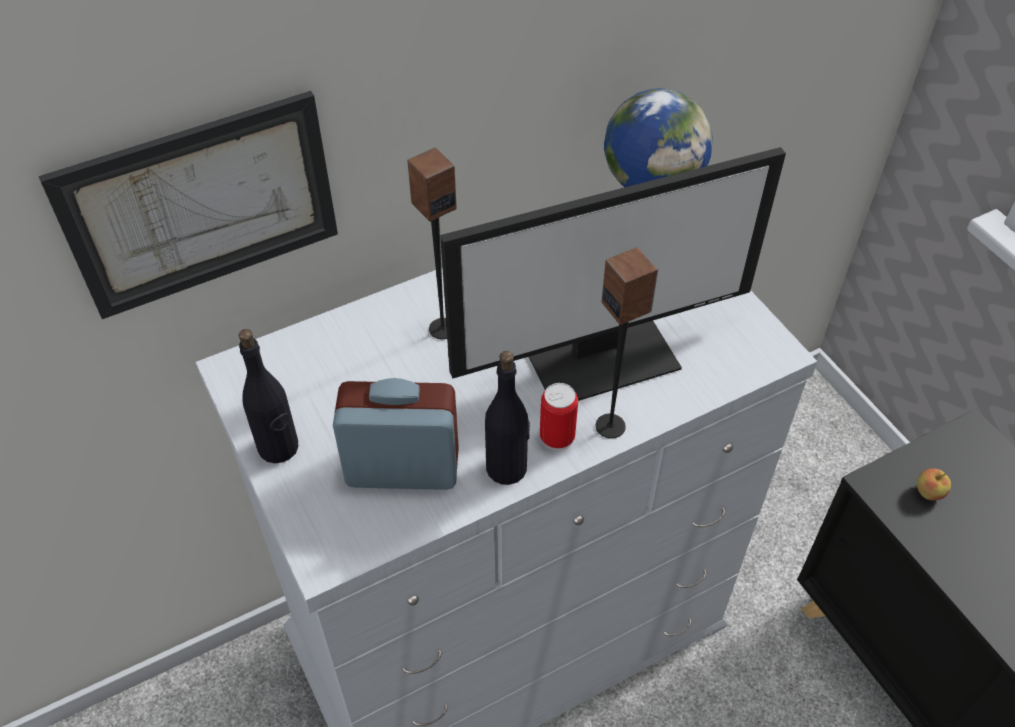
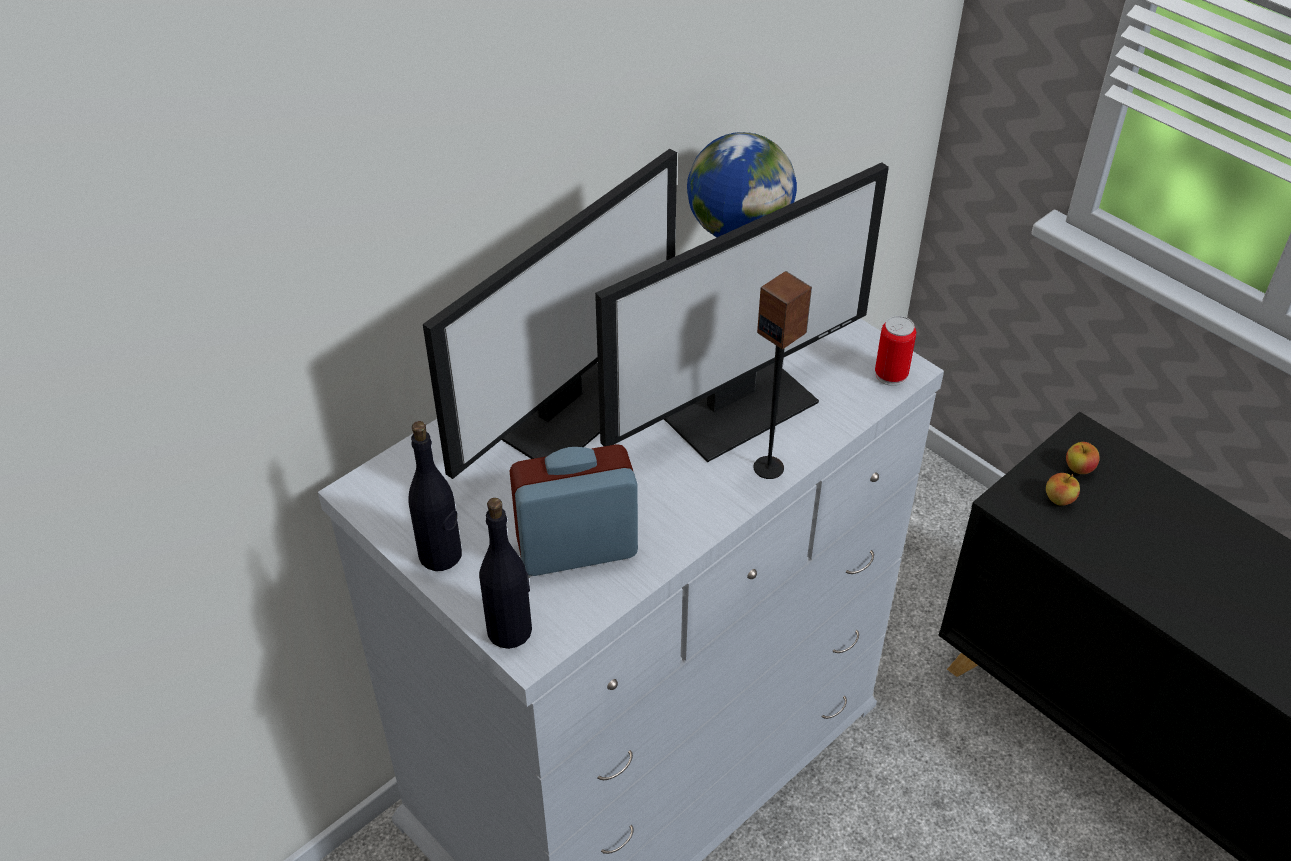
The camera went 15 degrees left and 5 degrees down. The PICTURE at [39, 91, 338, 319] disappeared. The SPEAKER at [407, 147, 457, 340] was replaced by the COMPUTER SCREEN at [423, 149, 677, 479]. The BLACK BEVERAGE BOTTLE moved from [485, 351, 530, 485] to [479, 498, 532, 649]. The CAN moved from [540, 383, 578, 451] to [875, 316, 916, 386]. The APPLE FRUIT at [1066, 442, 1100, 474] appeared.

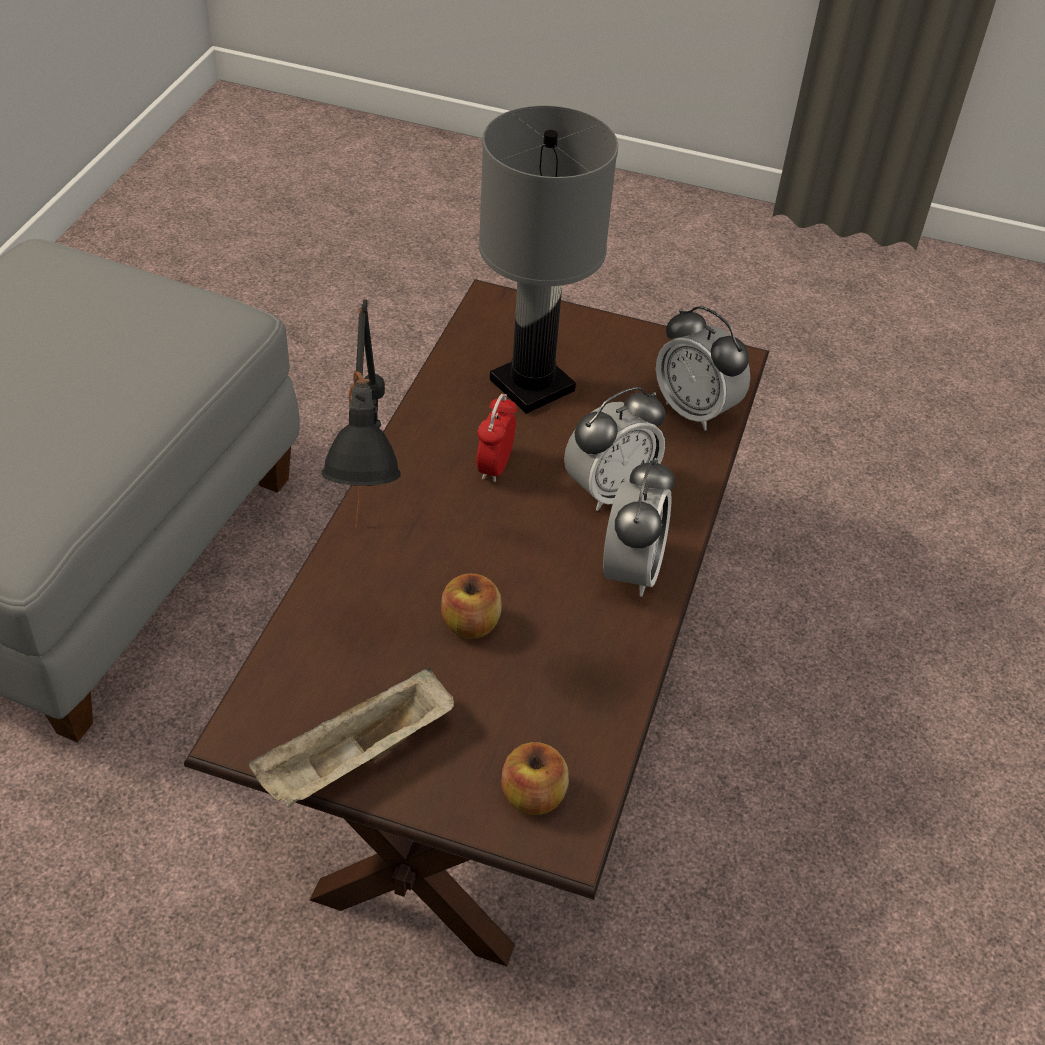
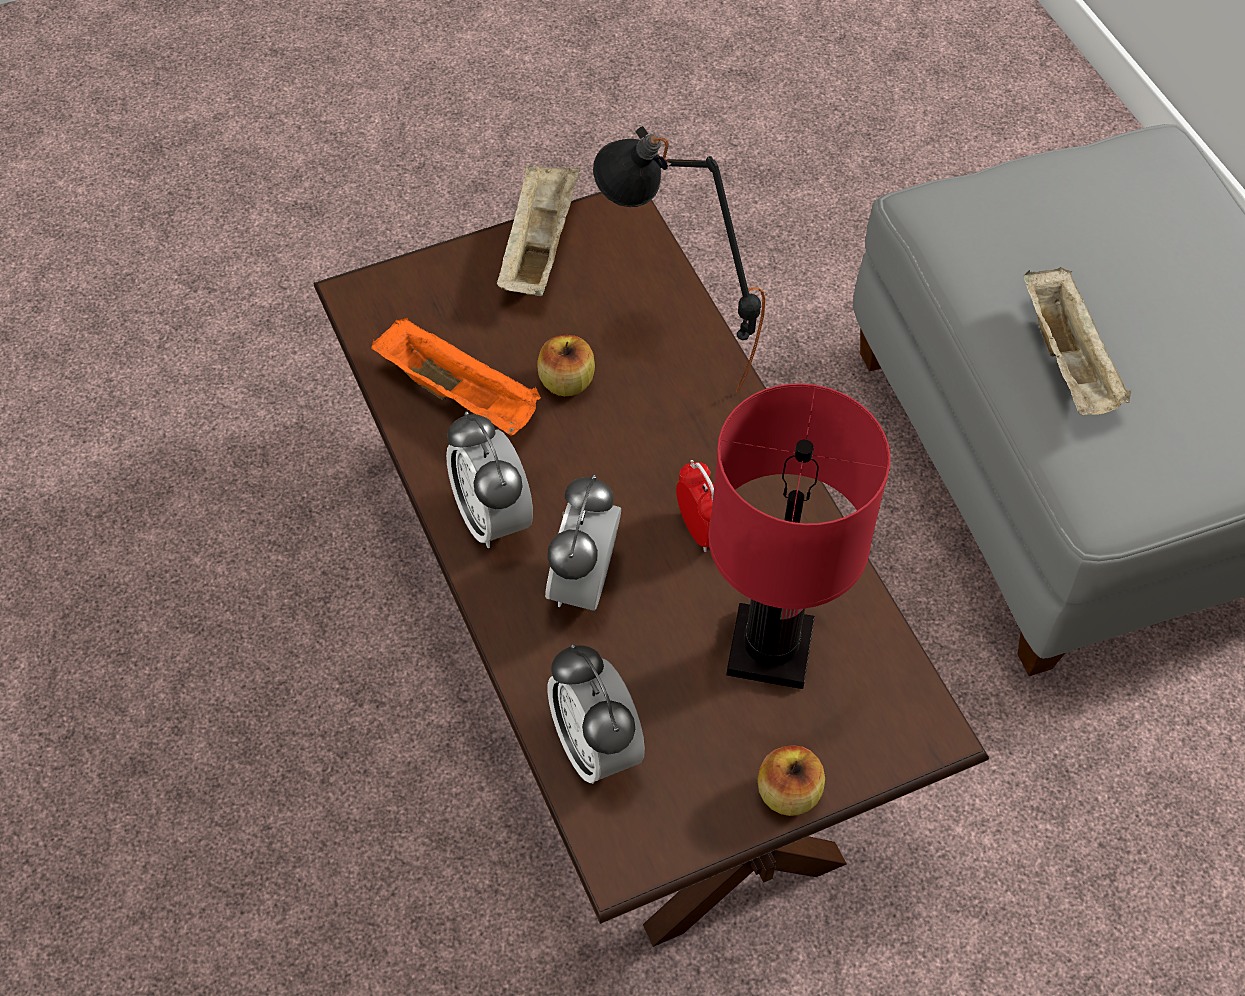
The camera went 140 degrees right and 10 degrees up. The GREY TABLE LAMP at [479, 106, 618, 414] became the REDDISH TABLE LAMP at [708, 383, 891, 689]. The ALARM CLOCK at [656, 306, 750, 431] turned 120 degrees counterclockwise. The APPLE FRUIT moved from [502, 742, 569, 815] to [757, 745, 825, 816]. The BEIGE-COLOURED CARRYING TRAY at [1023, 267, 1131, 415] appeared. The ORANGE CARRYING TRAY at [371, 318, 541, 436] appeared.

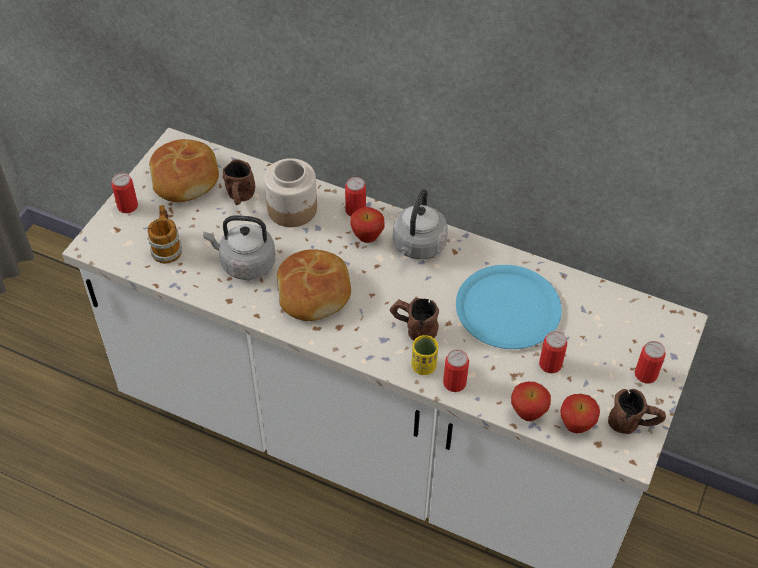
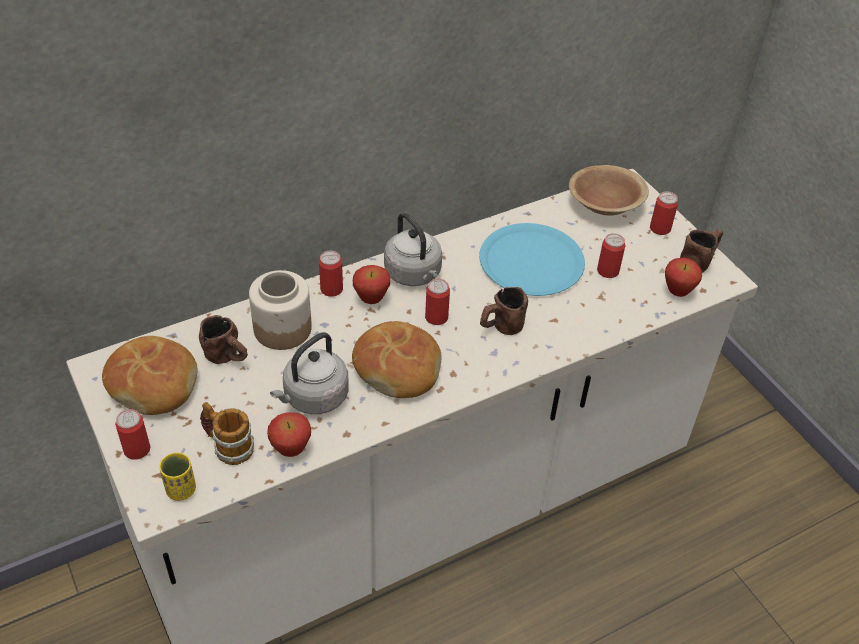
The camera went 55 degrees left and 5 degrees down. The YELLOW CUP moved from [412, 335, 438, 375] to [159, 453, 196, 501]. The CAN moved from [443, 349, 469, 392] to [425, 279, 450, 325]. The APPLE FRUIT moved from [511, 382, 551, 421] to [267, 412, 311, 457]. The BROWNISH BOWL at [569, 165, 649, 215] appeared.

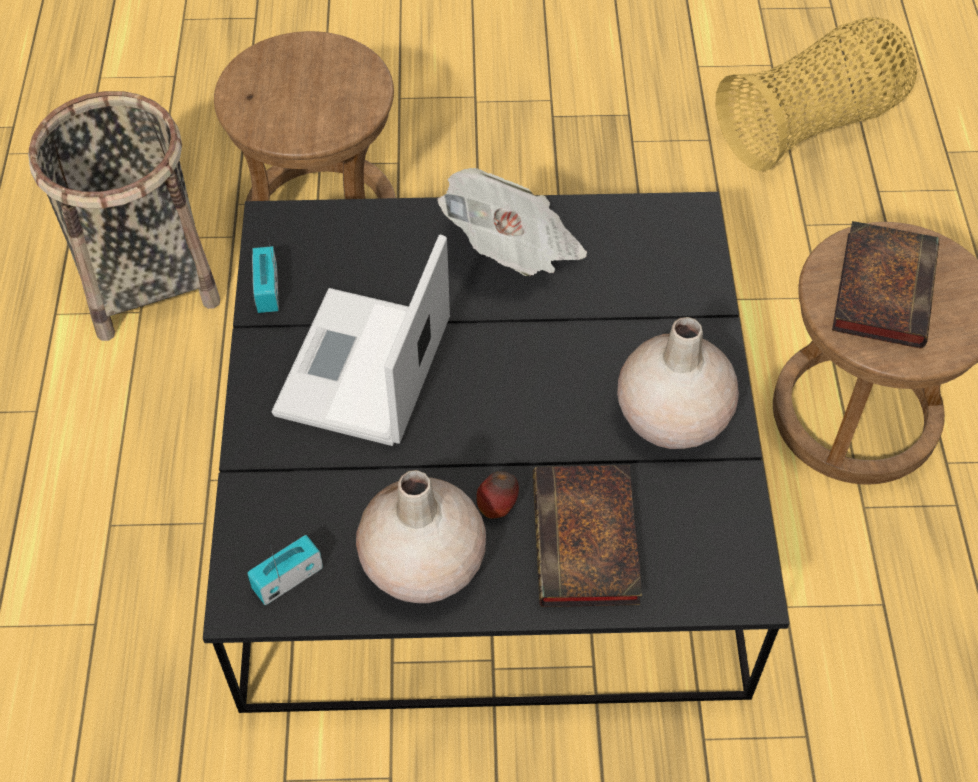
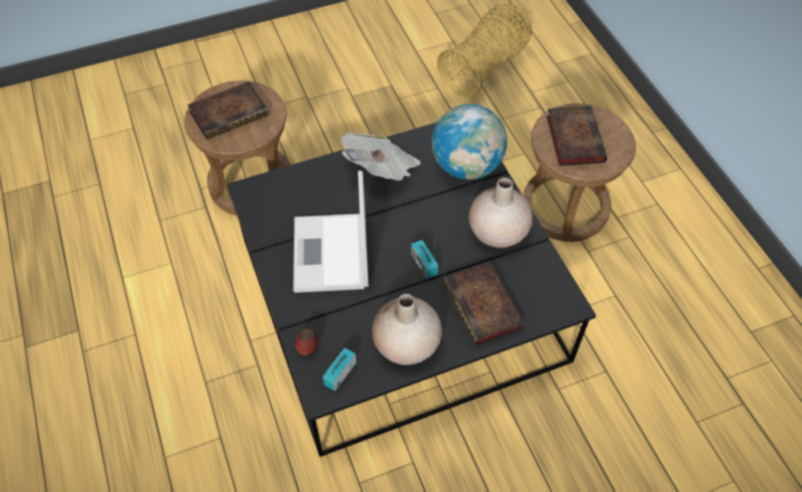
The camera went 20 degrees left and 0 degrees up. The HOUSEHOLD BASKET at [28, 91, 220, 341] disappeared. The RADIO moved from [252, 238, 279, 313] to [411, 240, 438, 279]. The APPLE FRUIT moved from [477, 471, 519, 519] to [295, 328, 317, 356]. The VOLUME at [188, 82, 269, 140] appeared. The DESK GLOBE at [432, 104, 507, 180] appeared.

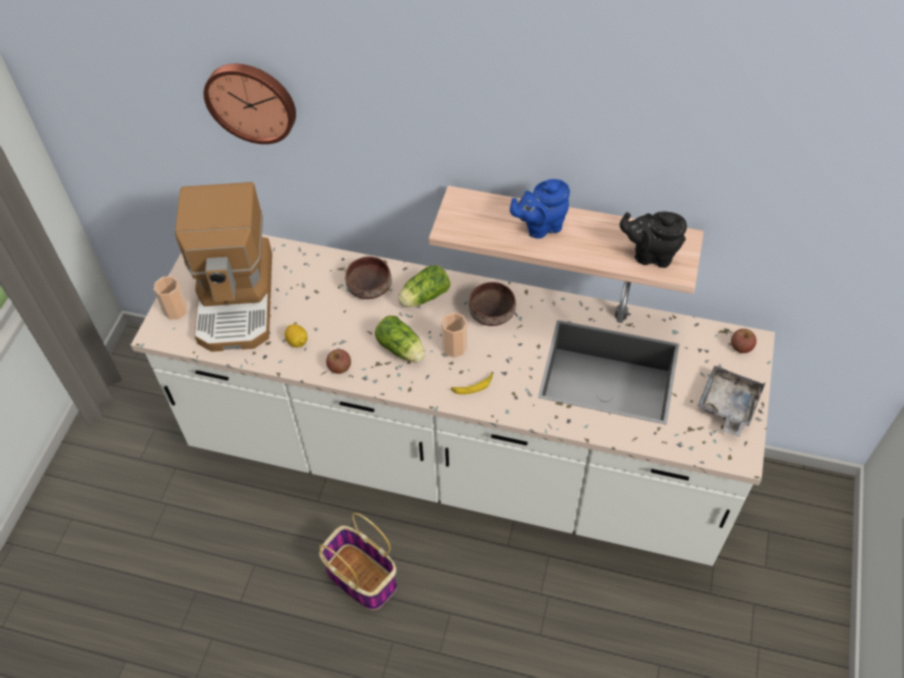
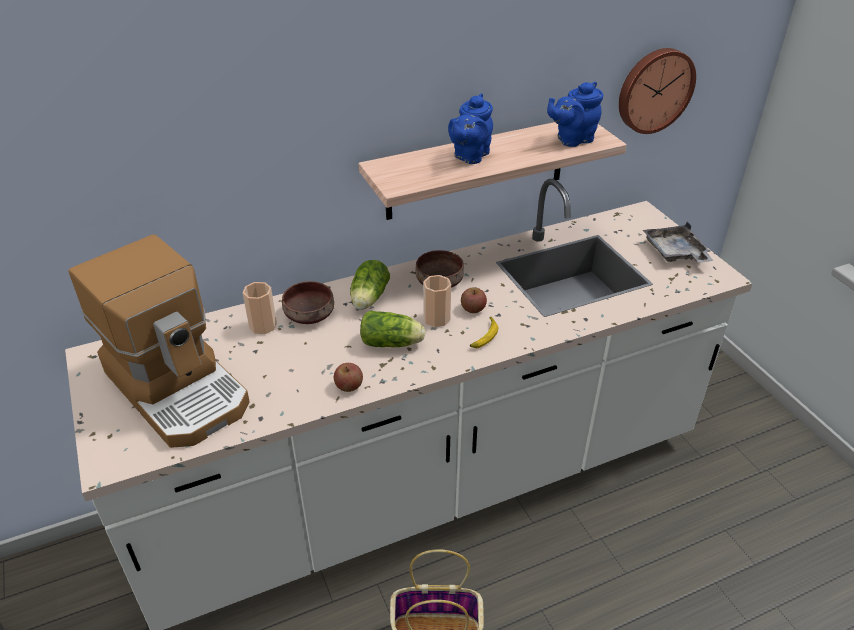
The camera went 40 degrees left and 15 degrees down. The HANGING CLOCK moved from [204, 64, 296, 144] to [619, 48, 696, 134]. The BLACK TEAPOT at [620, 211, 687, 268] became the BLUISH TEAPOT at [547, 82, 603, 147]. The CUP moved from [154, 276, 188, 320] to [243, 282, 277, 334]. The WHOLE LEMON at [285, 324, 308, 348] disappeared. The APPLE FRUIT moved from [731, 329, 756, 353] to [461, 288, 487, 313].

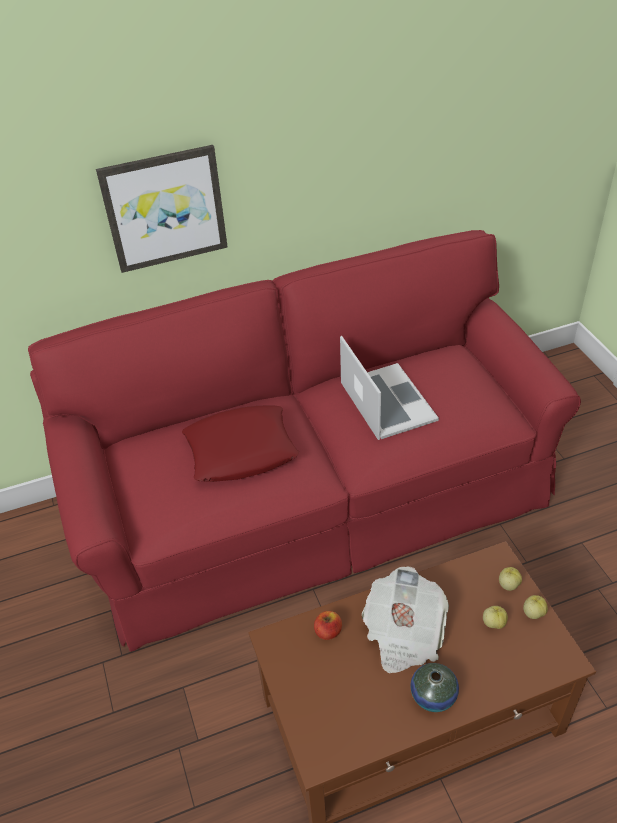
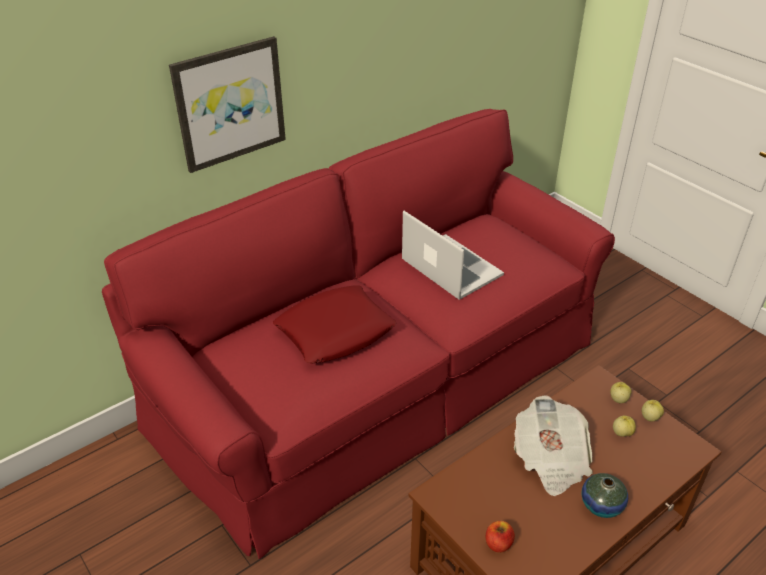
The camera went 20 degrees left and 5 degrees down. The APPLE FRUIT moved from [314, 611, 342, 640] to [486, 521, 515, 553].

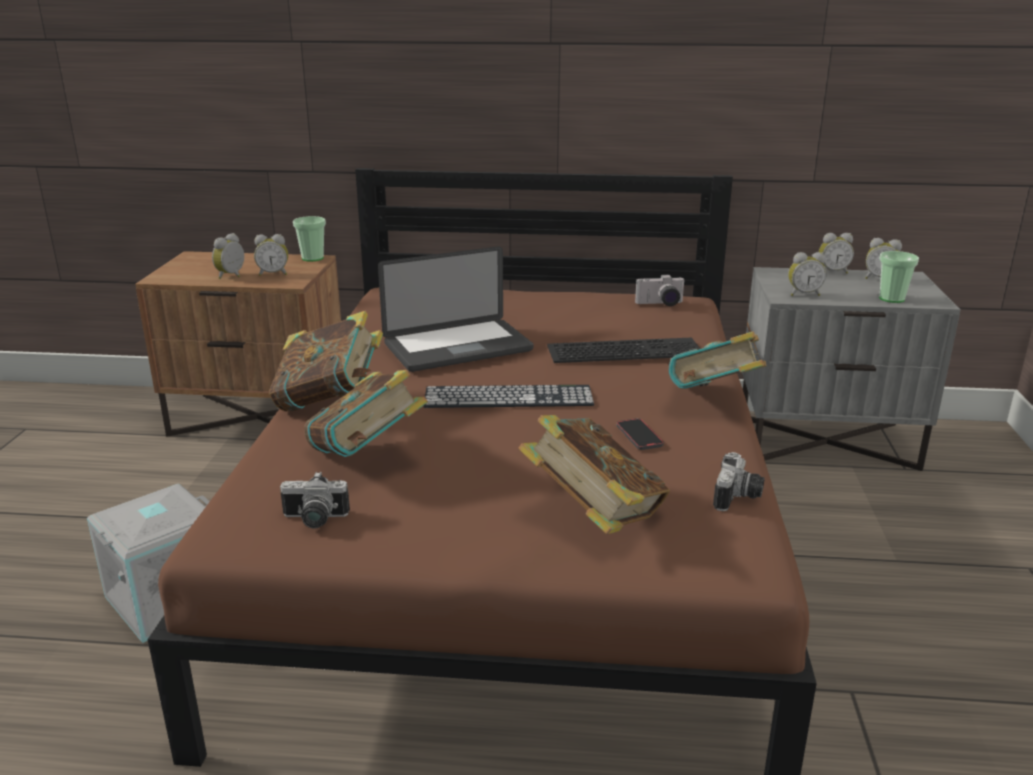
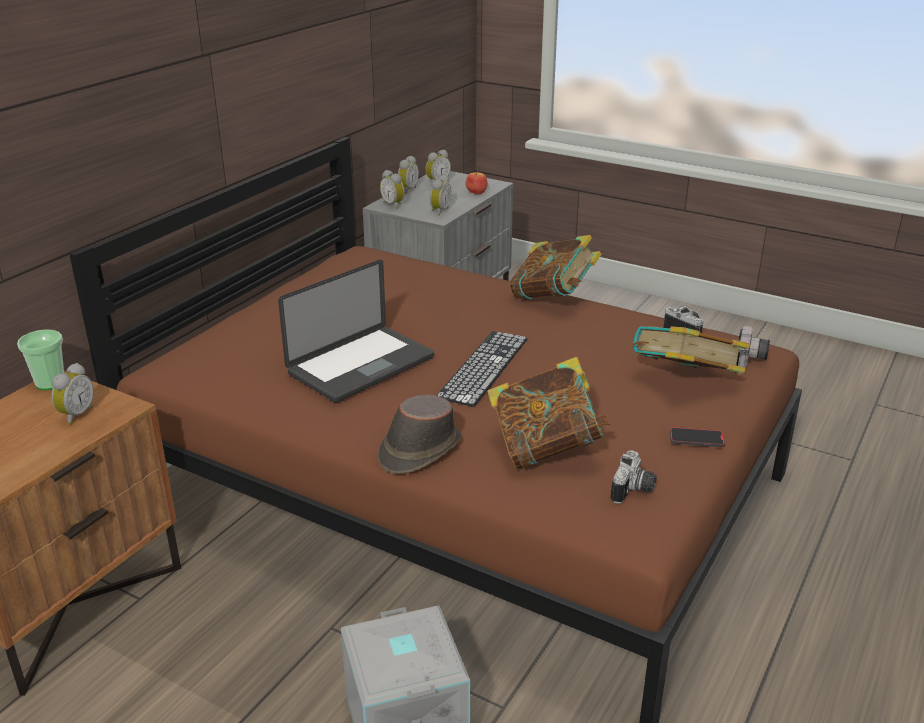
The camera went 65 degrees left and 5 degrees up. The ALARM CLOCK moved from [212, 233, 244, 279] to [380, 170, 405, 209]. The PORTABLE COMPUTER at [378, 246, 534, 372] turned 45 degrees clockwise. The CUP at [879, 251, 919, 303] was replaced by the APPLE FRUIT at [465, 171, 488, 195]. The STILL CAMERA moved from [635, 275, 685, 306] to [736, 326, 770, 374]. The VOLUME at [269, 311, 383, 412] was replaced by the BROWNISH WEARABLE HAT at [378, 394, 461, 474]. The KEYBOARD at [547, 337, 700, 363] disappeared. The TELEPHONE moved from [617, 418, 664, 450] to [670, 427, 725, 447].

